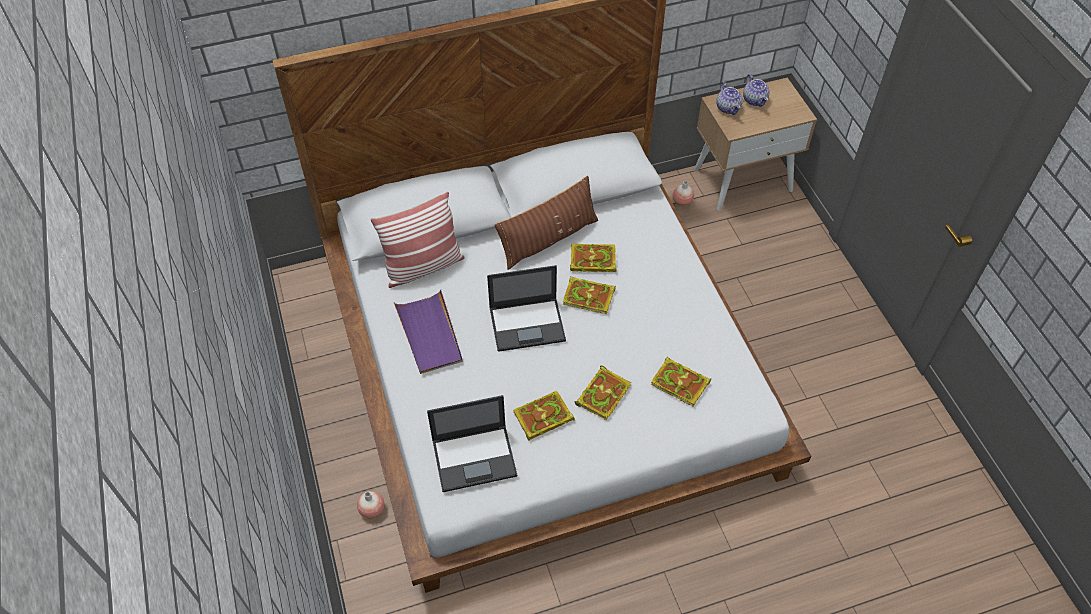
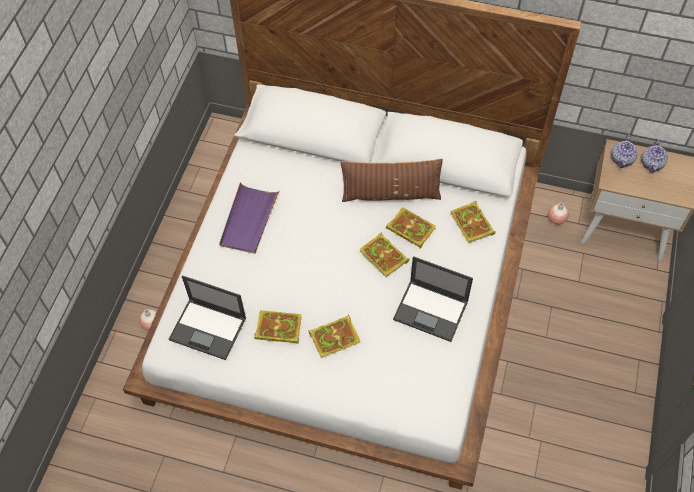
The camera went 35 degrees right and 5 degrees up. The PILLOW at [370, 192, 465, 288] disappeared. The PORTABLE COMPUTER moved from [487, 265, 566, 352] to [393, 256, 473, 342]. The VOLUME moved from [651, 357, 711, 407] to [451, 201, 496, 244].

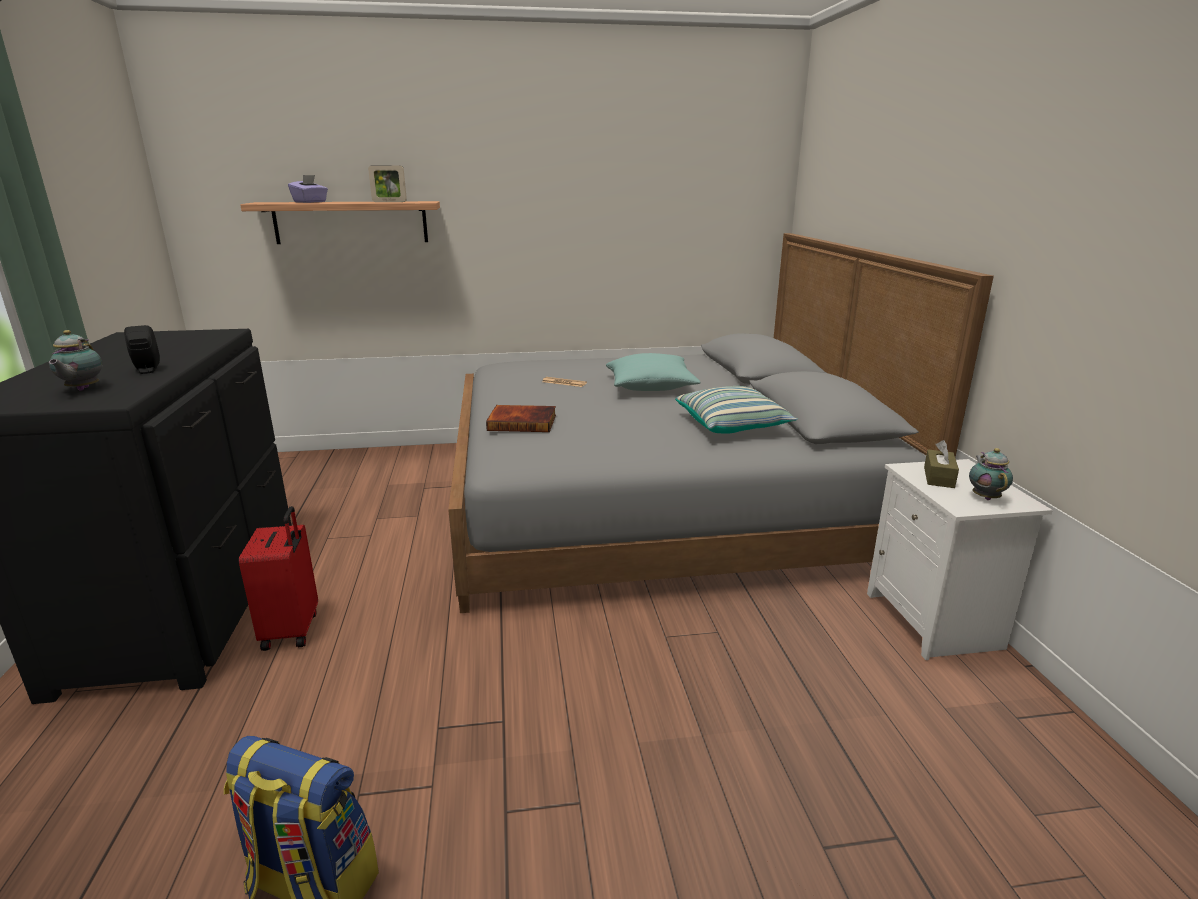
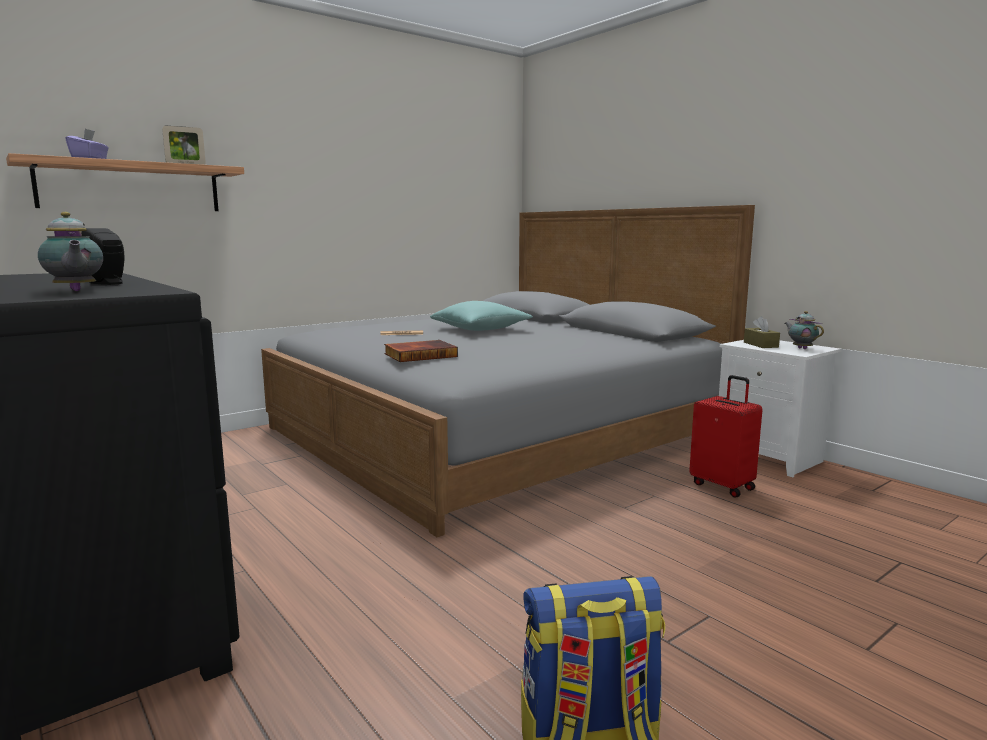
The camera went 30 degrees left and 10 degrees down. The PILLOW at [675, 386, 798, 434] disappeared. The REDDISH SUITCASE moved from [239, 506, 318, 651] to [689, 375, 763, 498].

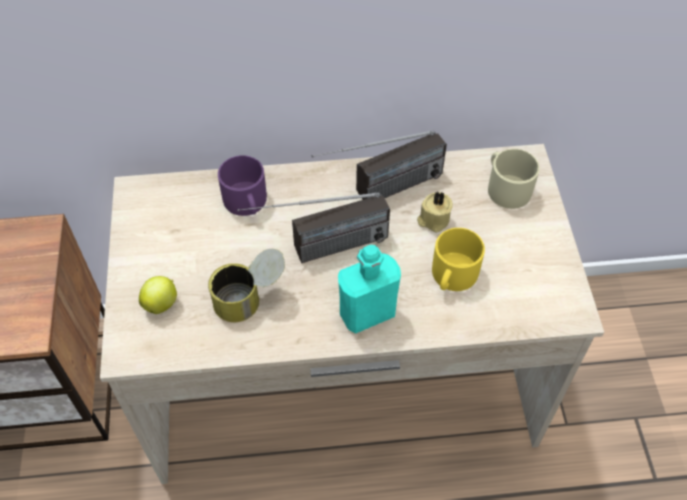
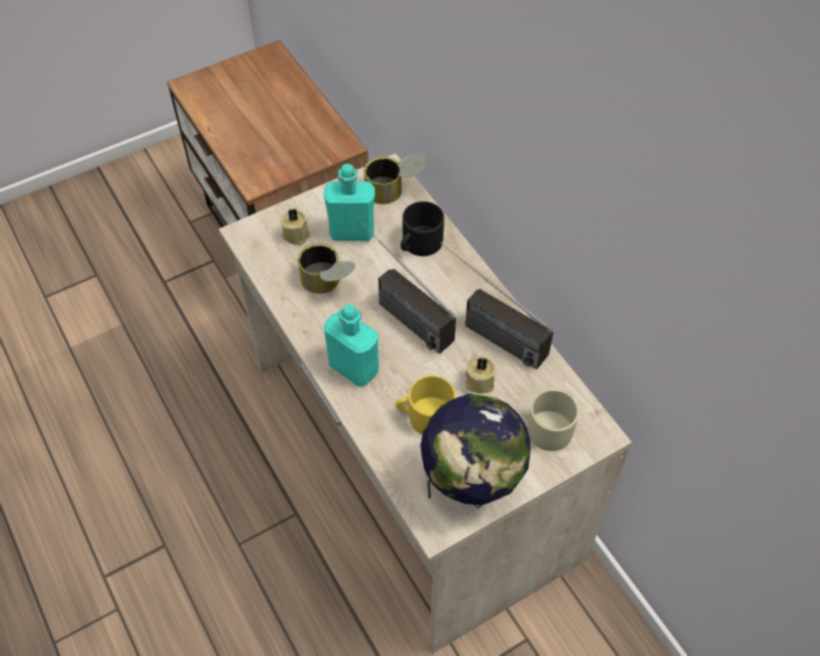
The camera went 65 degrees right and 0 degrees up. The PURPLE COFFEE MUG at [218, 155, 267, 216] became the BLACK COFFEE MUG at [401, 201, 444, 256]. The APPLE FRUIT at [139, 276, 177, 314] was replaced by the BEIGE-COLOURED WAX LIGHT at [280, 209, 310, 245]. The CAN at [364, 152, 427, 204] appeared. The TURQUOISE-COLOURED BEVERAGE BOTTLE at [324, 164, 375, 241] appeared. The DESK GLOBE at [420, 394, 531, 509] appeared.

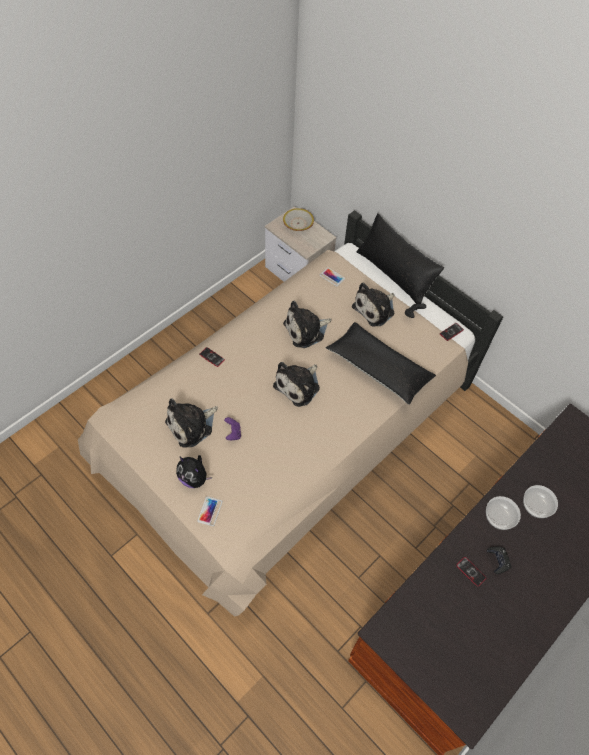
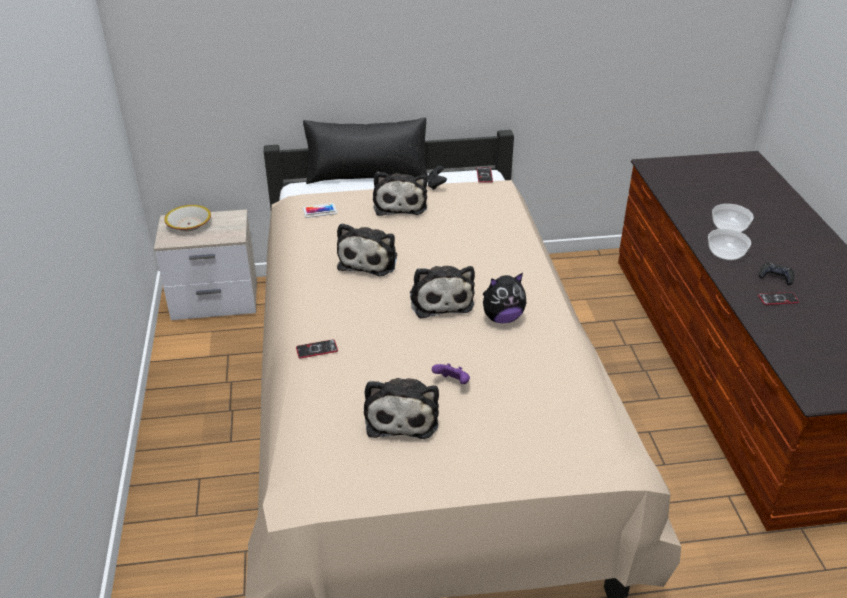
The camera went 50 degrees left and 20 degrees down. The BLACK PILLOW at [326, 322, 436, 405] disappeared. The CUDDLY TOY moved from [176, 455, 212, 488] to [483, 273, 527, 323]. The TELEPHONE at [197, 496, 223, 526] disappeared.

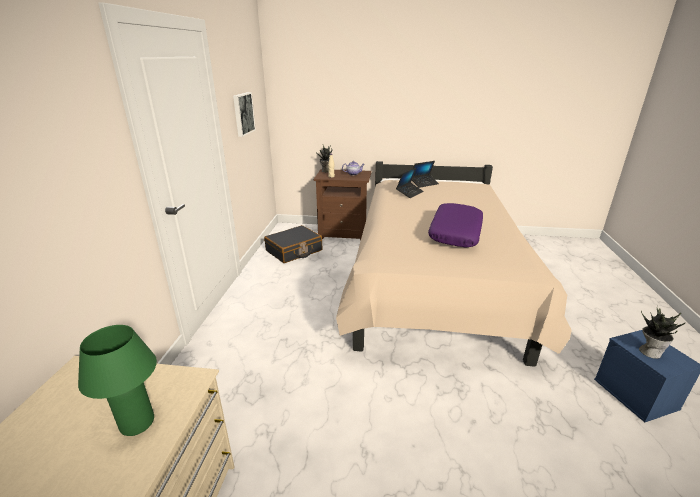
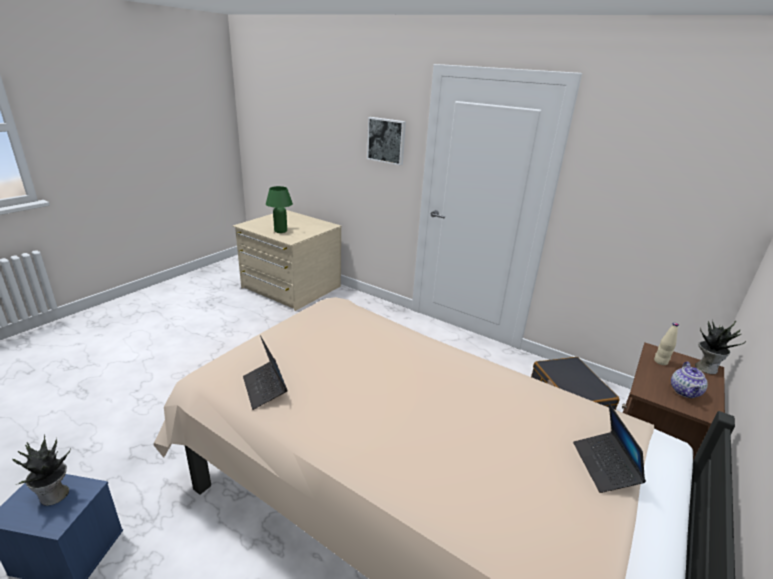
The camera went 115 degrees right and 0 degrees up. The PICTURE moved from [233, 92, 256, 137] to [367, 117, 406, 165]. The PORTABLE COMPUTER moved from [396, 168, 424, 198] to [243, 335, 288, 410]. The PURPLE PILLOW at [428, 203, 483, 247] disappeared.

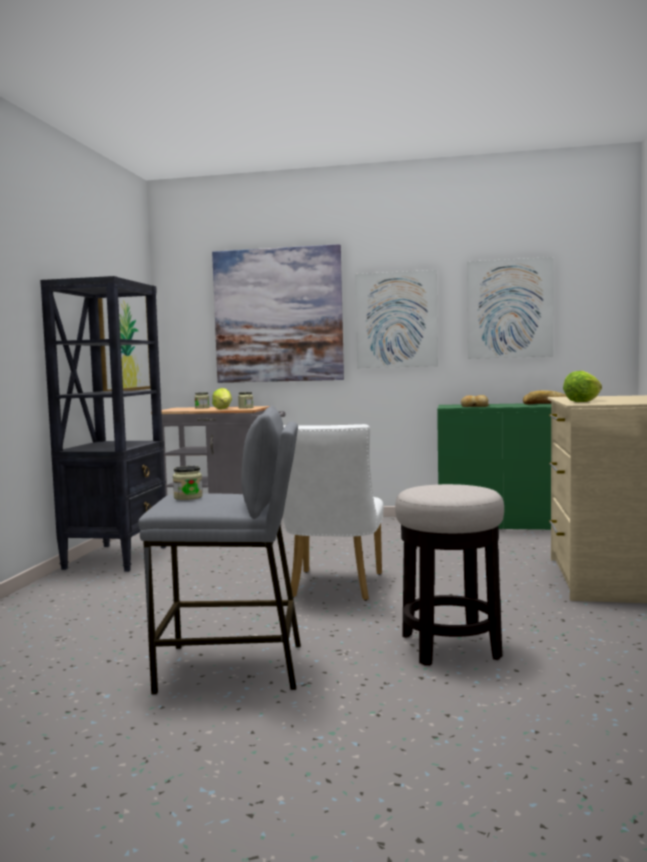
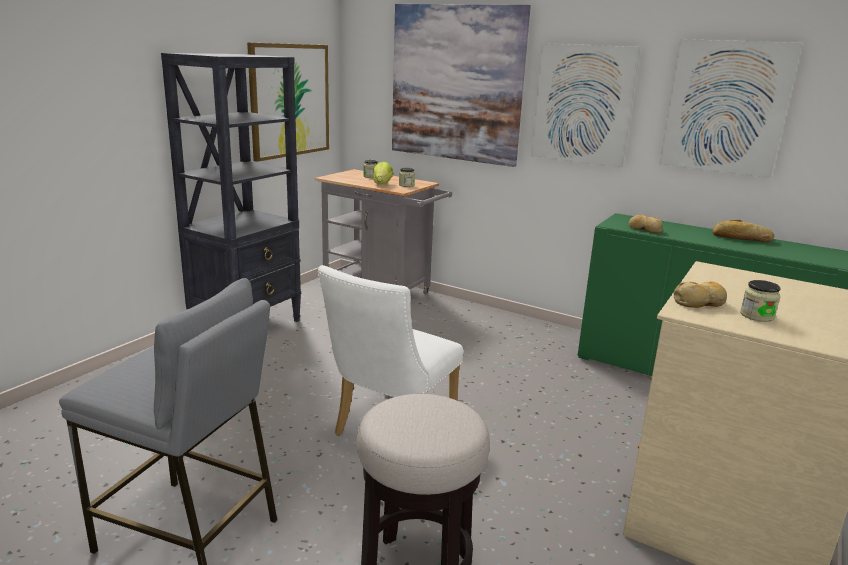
The camera went 20 degrees right and 15 degrees up. The LETTUCE HEAD at [563, 371, 602, 402] was replaced by the BREAD at [674, 281, 727, 308]. The JAR moved from [173, 466, 203, 500] to [740, 280, 781, 322].

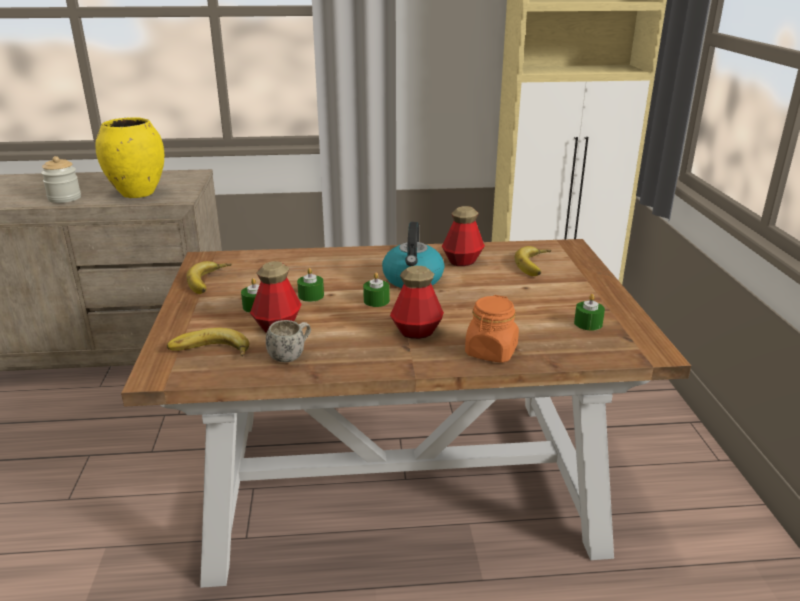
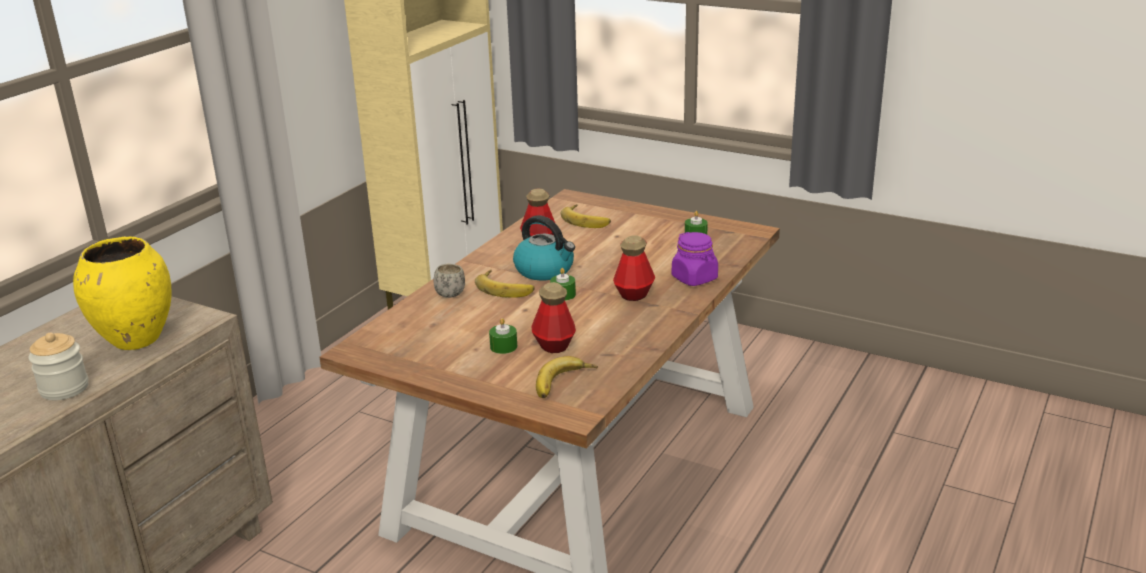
The camera went 55 degrees left and 0 degrees up. The BANANA FRUIT moved from [186, 261, 231, 294] to [475, 270, 535, 298]. The GREENISH WAX LIGHT at [297, 268, 324, 302] disappeared. The ORANGE JAR at [465, 295, 519, 363] became the PURPLE JAR at [672, 232, 718, 286]. The WHITISH COFFEE MUG moved from [266, 320, 311, 362] to [434, 263, 465, 298].

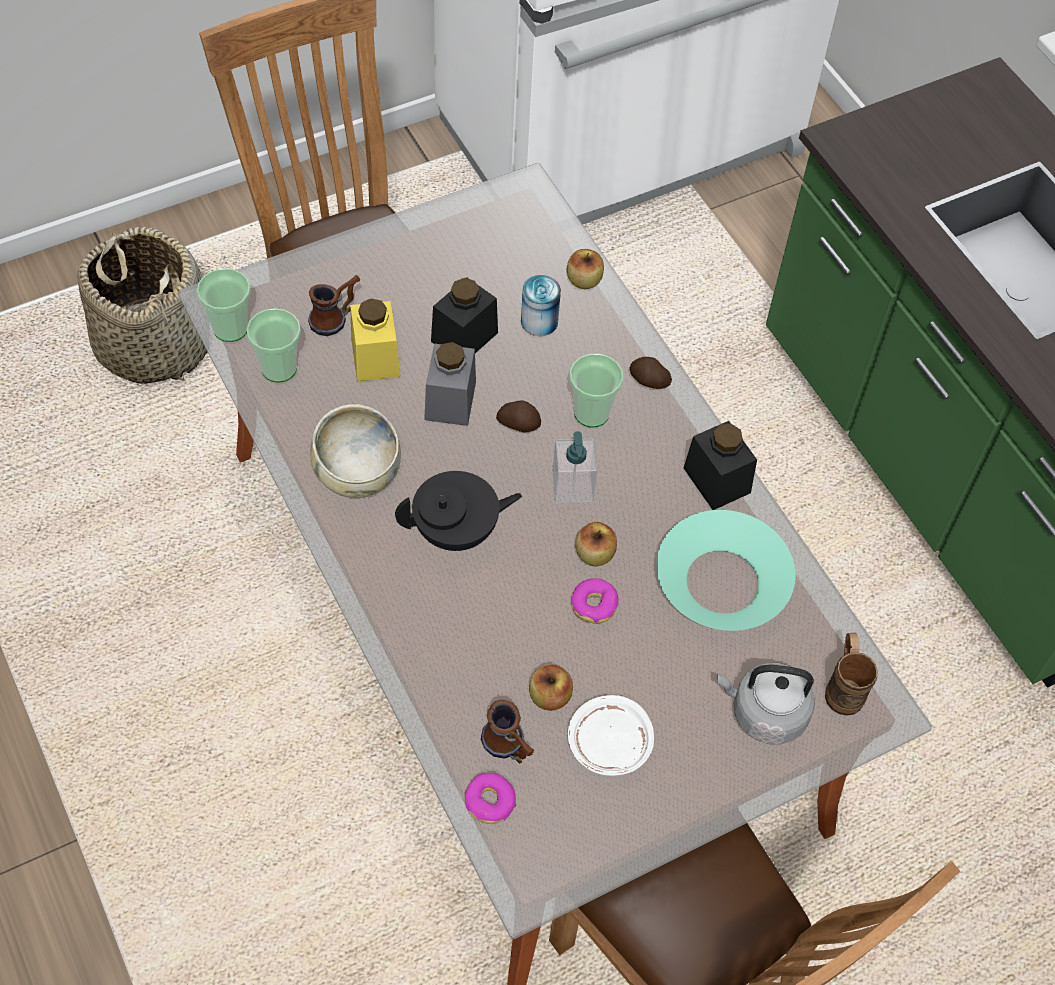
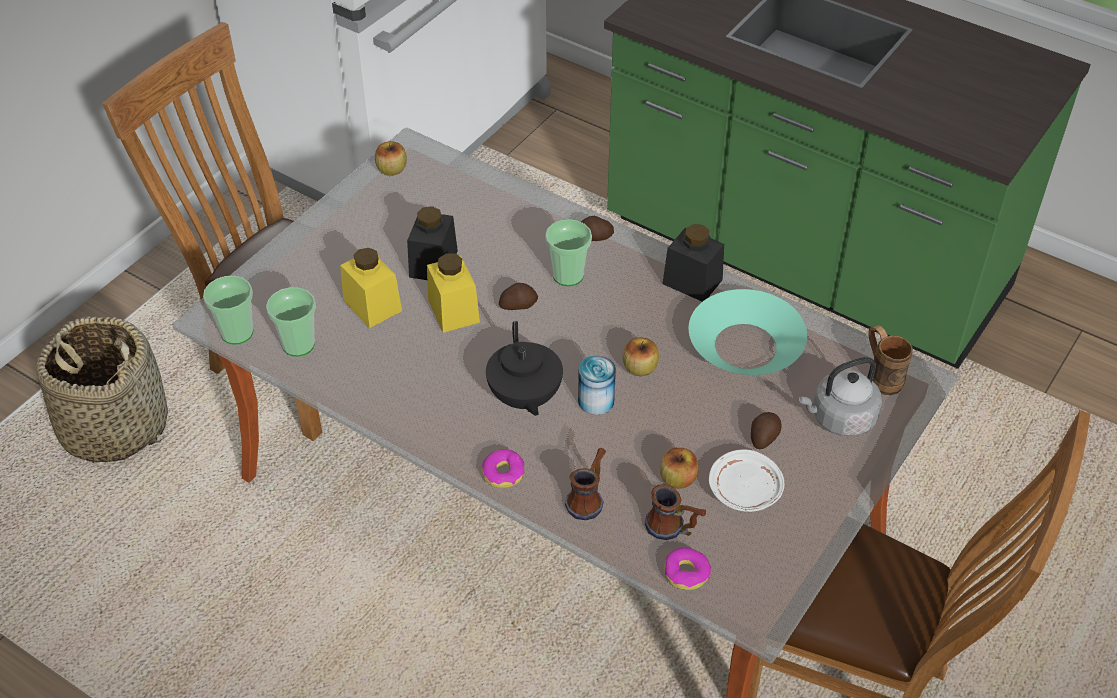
The camera went 25 degrees left and 10 degrees down. The APPLE FRUIT moved from [567, 249, 604, 289] to [375, 141, 407, 176]. The COFFEE MUG moved from [308, 275, 360, 336] to [565, 448, 606, 520]. The CAN moved from [521, 275, 561, 336] to [578, 355, 616, 415]. The GREY JAR at [424, 342, 476, 426] became the YELLOW JAR at [427, 253, 480, 333]. The BEIGE-COLOURED BOWL at [310, 404, 401, 498] disappeared. The SOAP DISPENSER at [553, 431, 597, 503] disappeared. The BLACK TEAPOT at [395, 471, 523, 551] turned 120 degrees clockwise. The RING DOUGHNUT moved from [571, 578, 619, 623] to [482, 449, 524, 488]. The POTATO at [751, 412, 782, 449] appeared.

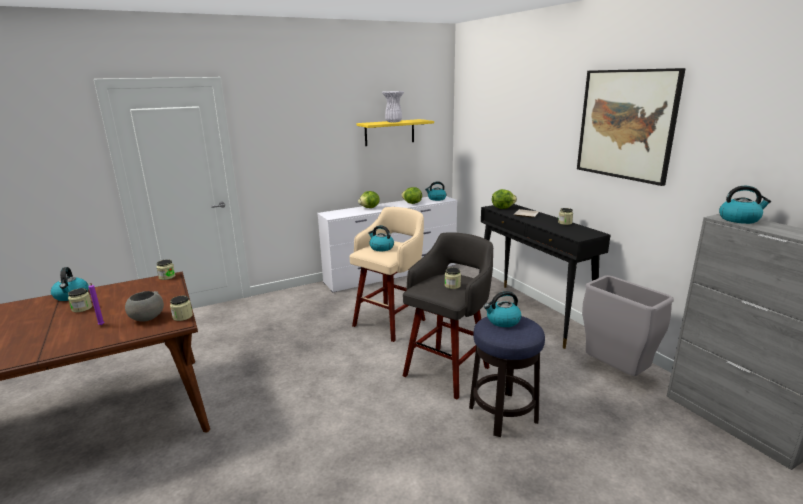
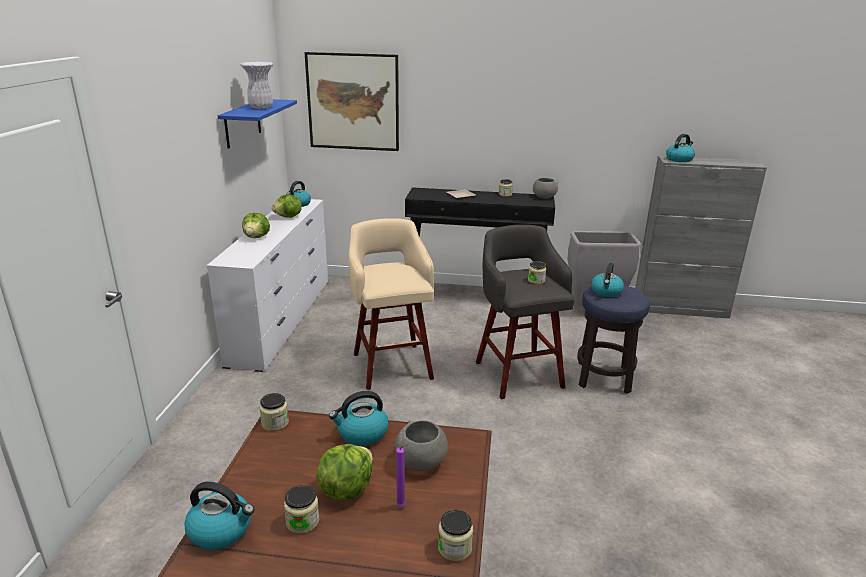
The camera went 55 degrees left and 5 degrees up. The PICTURE moved from [577, 68, 686, 186] to [305, 52, 399, 151]. The YELLOW SHELF at [356, 119, 434, 146] became the BLUISH SHELF at [218, 99, 297, 149]. The LETTUCE HEAD moved from [492, 189, 517, 209] to [316, 444, 373, 501]. The WATER KETTLE moved from [368, 225, 394, 251] to [329, 391, 389, 446]. The JAR moved from [170, 296, 193, 321] to [438, 510, 473, 561]. The GREY BOWL at [533, 178, 558, 199] appeared.

